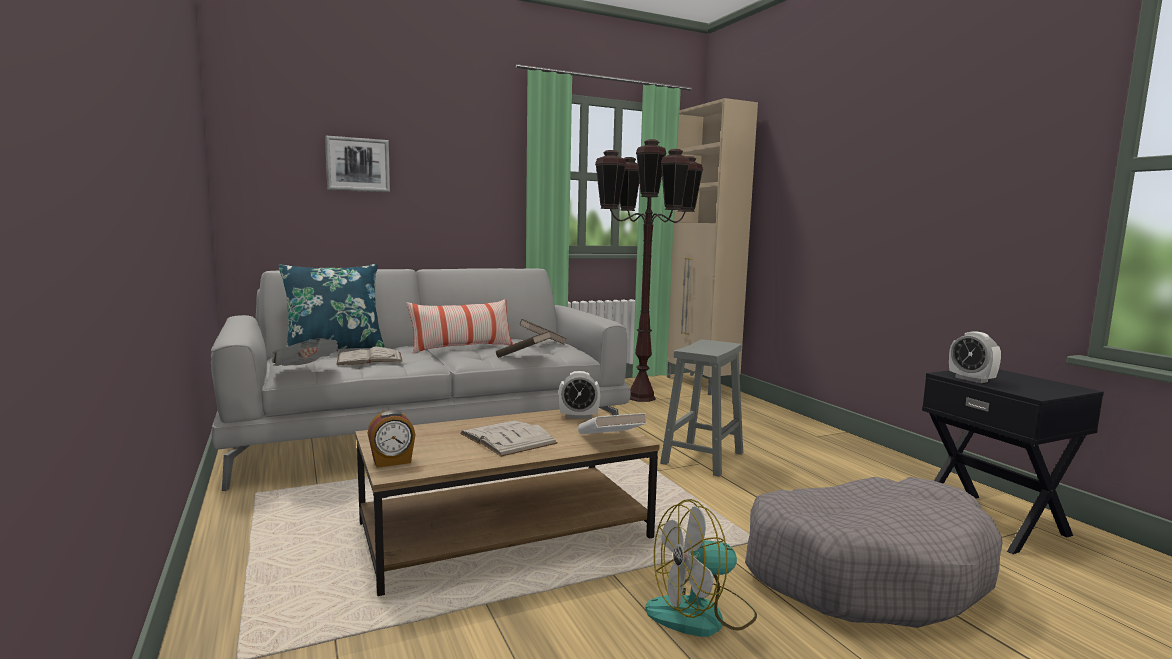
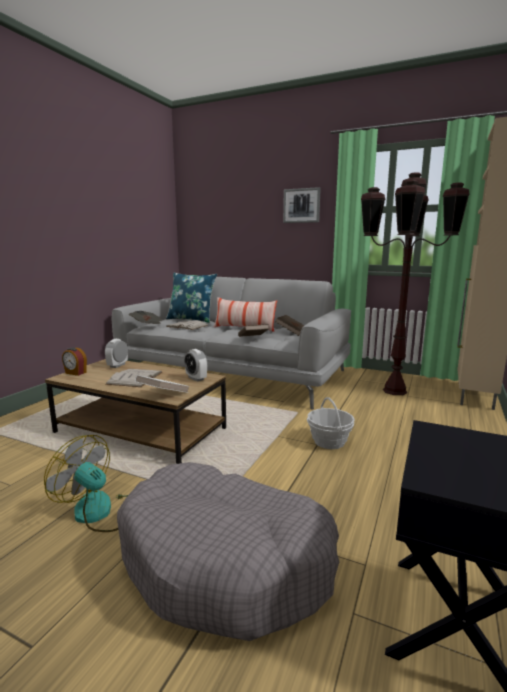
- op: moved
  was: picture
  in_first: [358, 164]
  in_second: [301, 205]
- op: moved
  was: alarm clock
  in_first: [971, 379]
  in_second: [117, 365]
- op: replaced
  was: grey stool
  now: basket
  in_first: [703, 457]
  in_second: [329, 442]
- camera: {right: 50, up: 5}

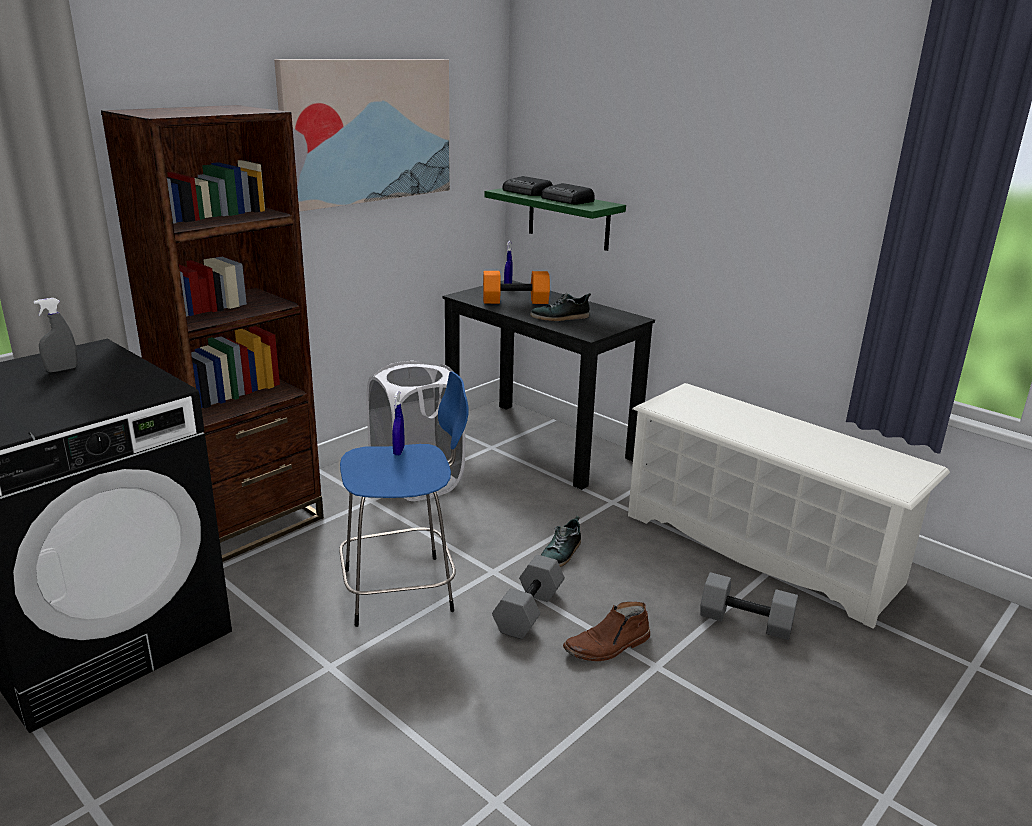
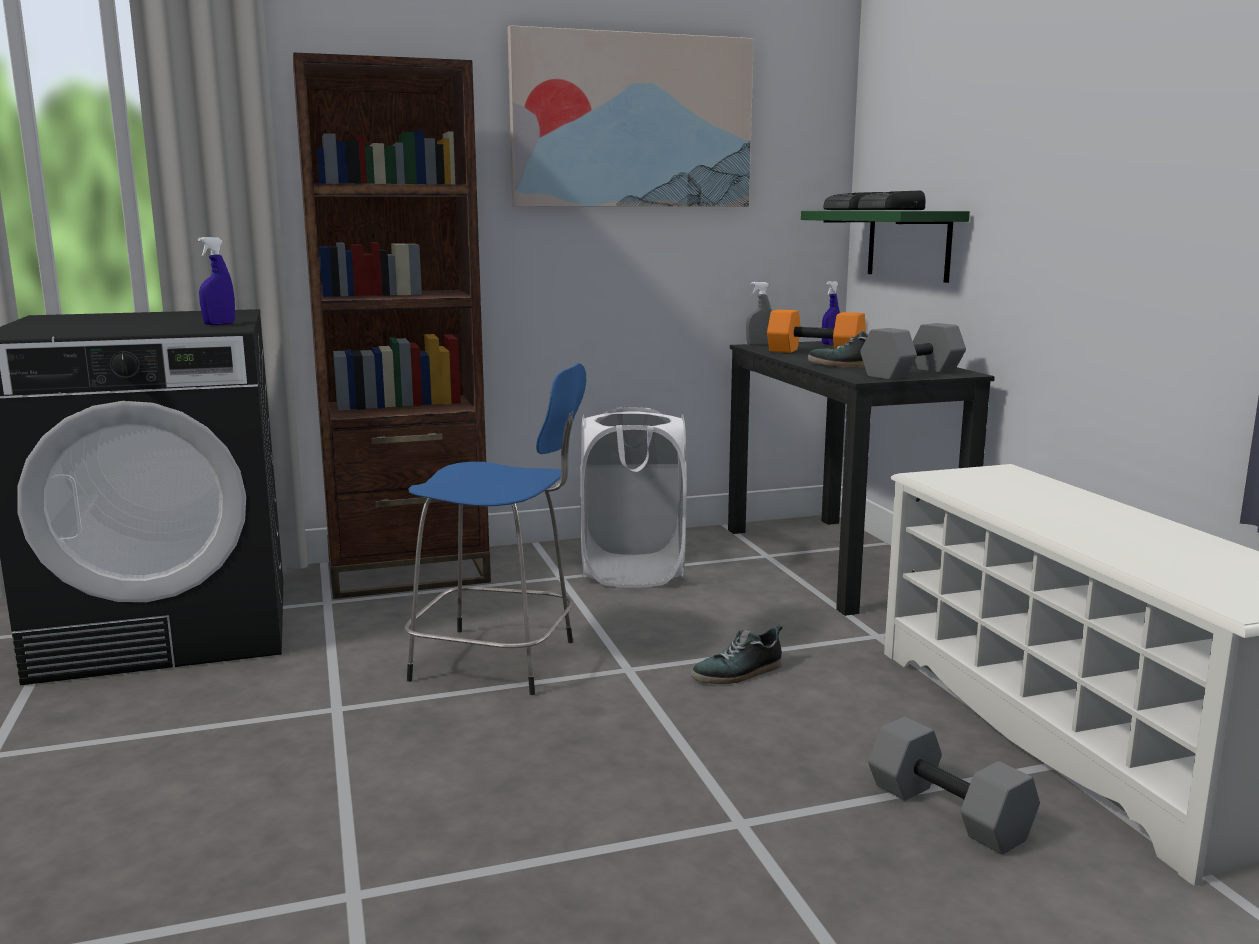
- op: removed
  was: brown boot
  in_first: [607, 646]
- op: moved
  was: grey spray bottle
  in_first: [62, 370]
  in_second: [758, 344]
- op: moved
  was: blue spray bottle
  in_first: [398, 451]
  in_second: [219, 324]
- op: moved
  was: grey dumbbell
  in_first: [529, 612]
  in_second: [912, 374]
- camera: {right: 30, up: -10}

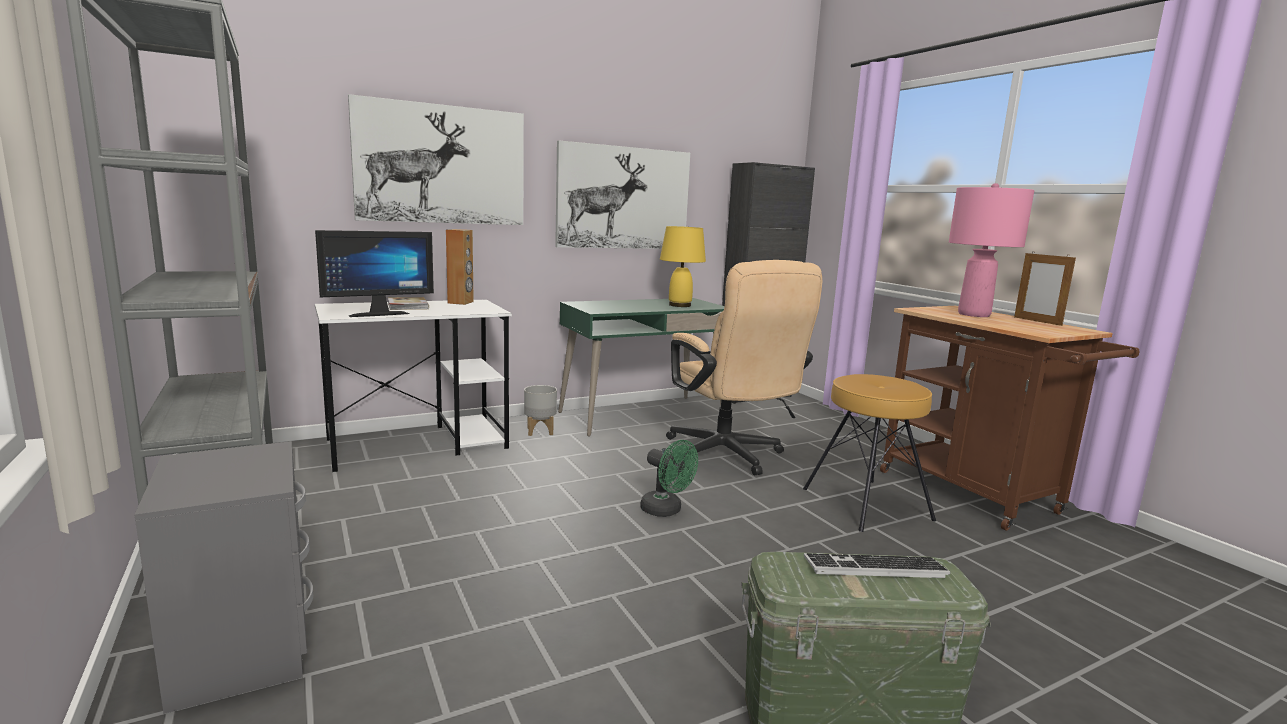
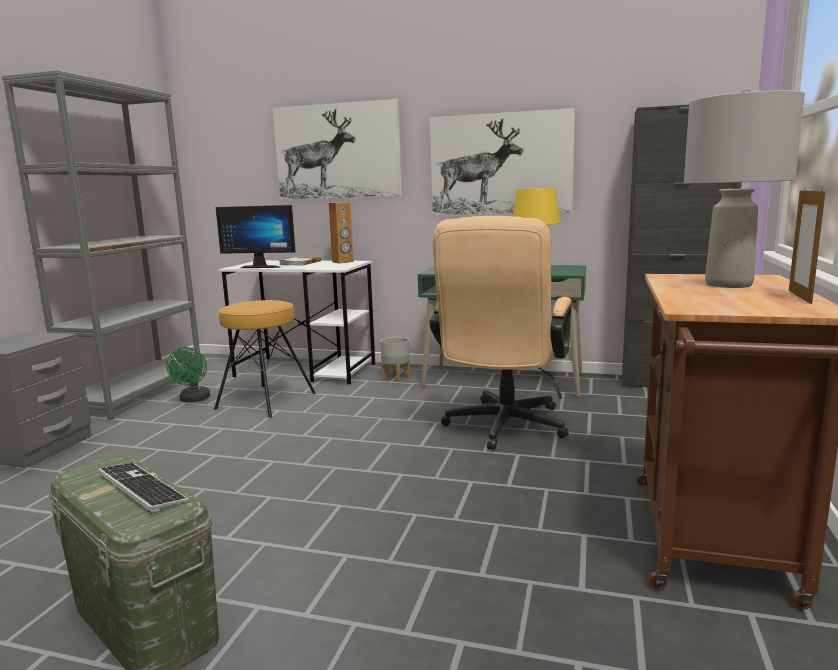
- op: moved
  was: green fan
  in_first: [666, 511]
  in_second: [194, 400]
- op: moved
  was: brown stool
  in_first: [865, 504]
  in_second: [265, 400]
- op: recoloured
  was: pink table lamp
  now: grey table lamp
  in_first: [974, 314]
  in_second: [729, 284]
- camera: {right: 45, up: 0}

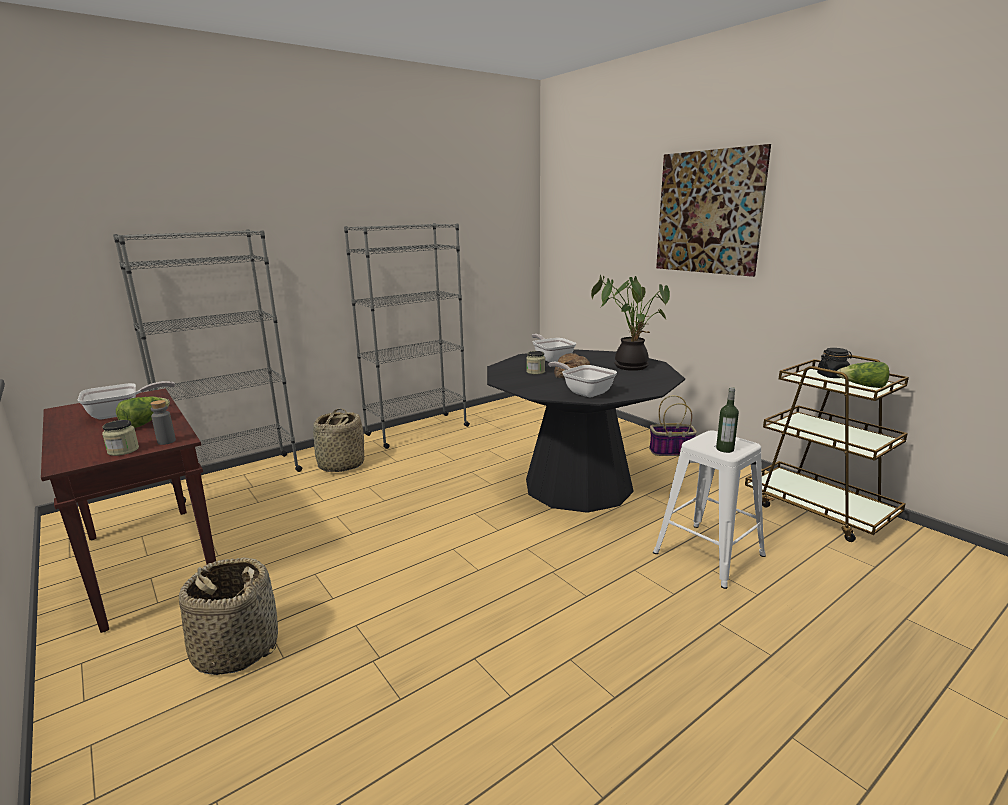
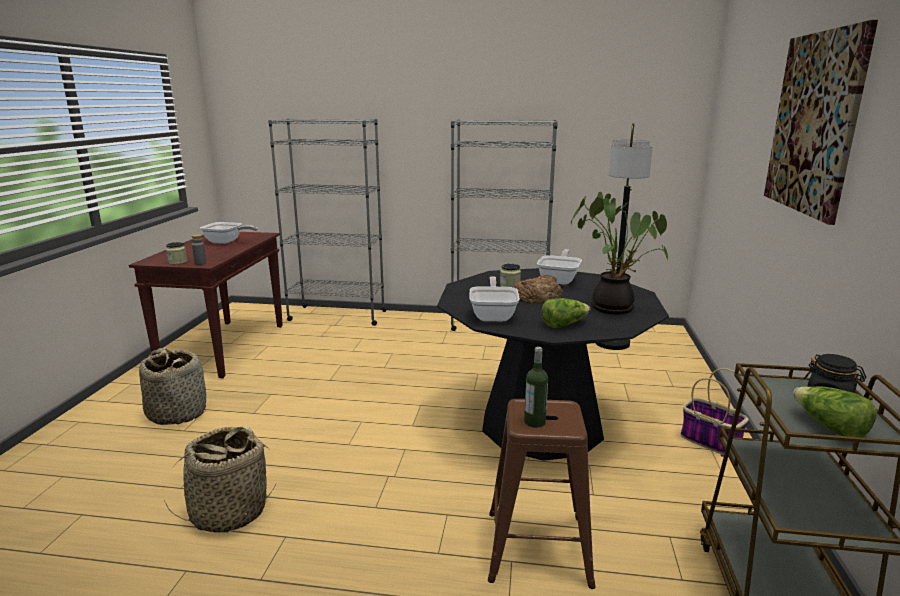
- op: added
  now: floor lamp
  in_second: [612, 343]
- op: moved
  was: lettuce
  in_first: [146, 422]
  in_second: [563, 324]
- op: moved
  was: basket
  in_first: [341, 465]
  in_second: [229, 512]
- op: recoloured
  was: white stool
  now: brown stool
  in_first: [709, 555]
  in_second: [536, 548]
- camera: {right: 45, up: 0}

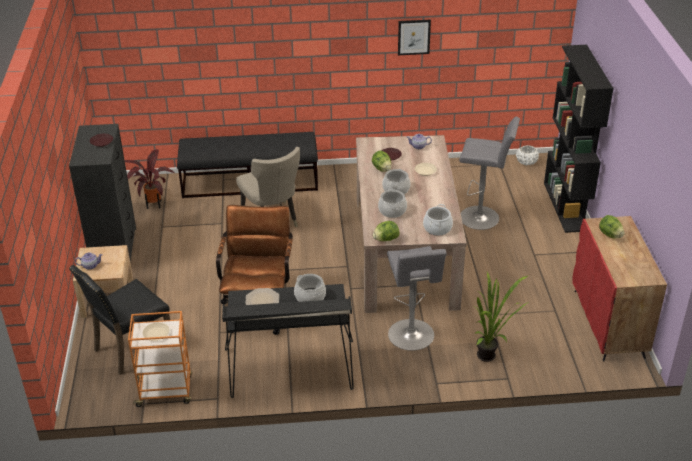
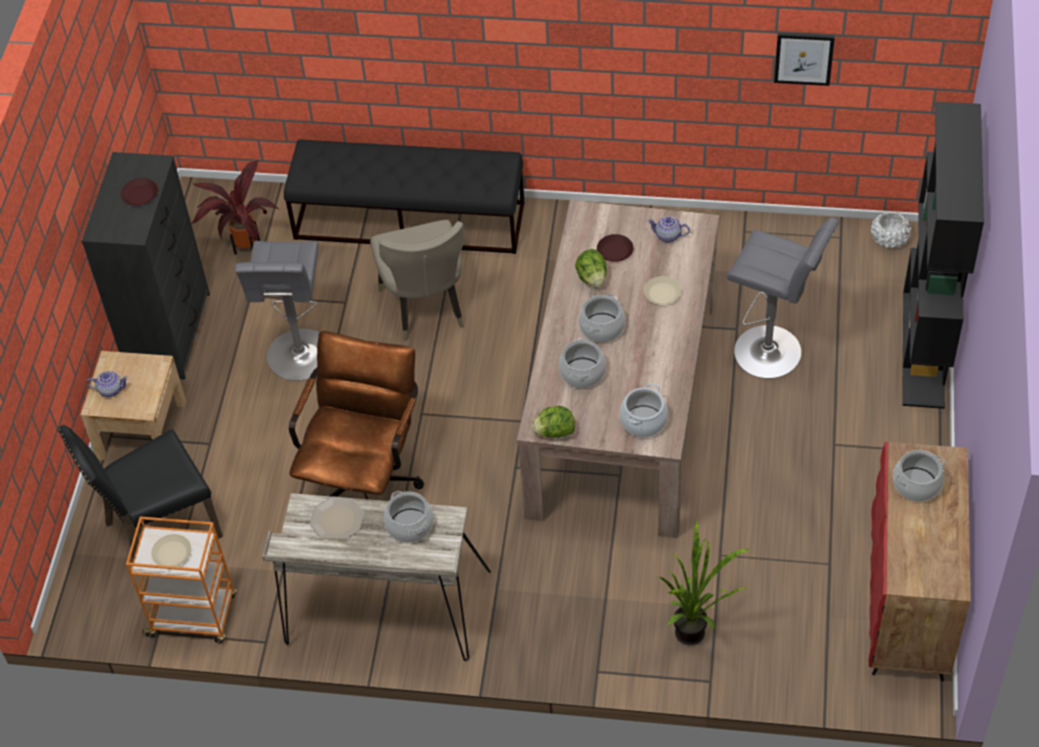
- op: moved
  was: grey stool
  in_first: [412, 337]
  in_second: [299, 358]
- op: moved
  was: picture
  in_first: [414, 37]
  in_second: [803, 58]
- op: replaced
  was: lettuce
  now: cooking pot
  in_first: [610, 235]
  in_second: [916, 484]
- op: recoloured
  was: black desk
  now: beige desk
  in_first: [290, 371]
  in_second: [383, 611]
- camera: {right: 15, up: 15}

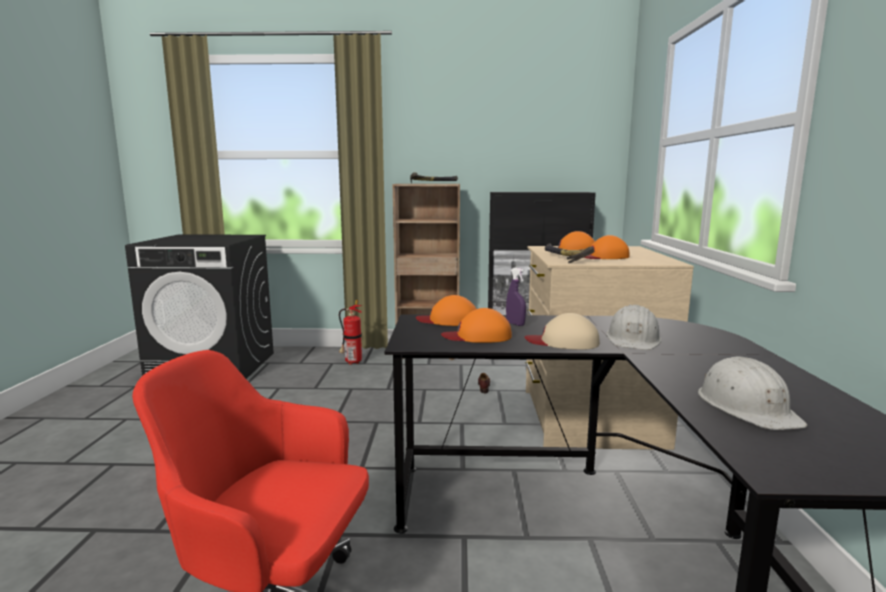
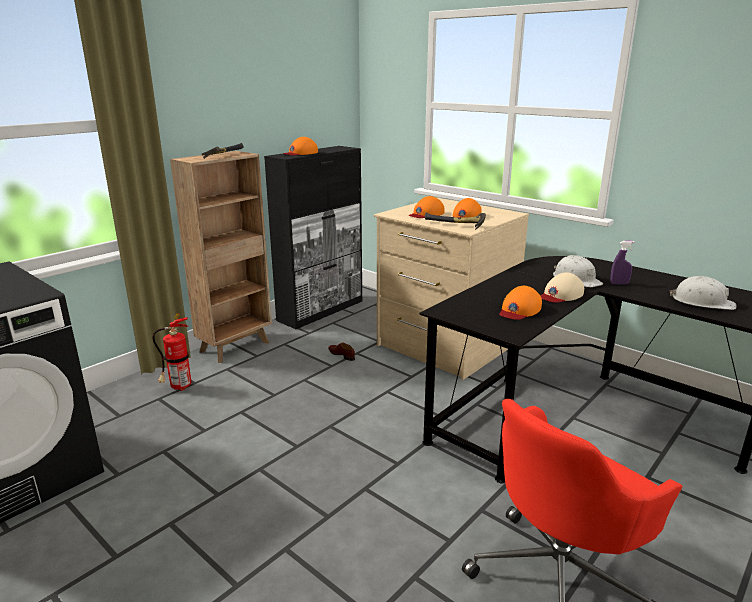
- op: moved
  was: orange cap
  in_first: [448, 320]
  in_second: [301, 153]
- op: moved
  was: purple spray bottle
  in_first: [515, 324]
  in_second: [619, 283]
- camera: {right: -50, up: 10}

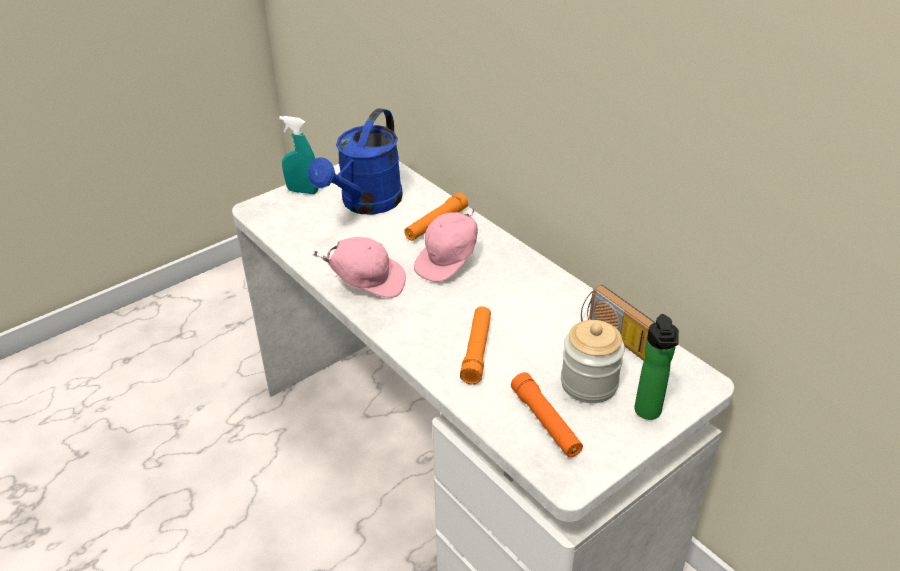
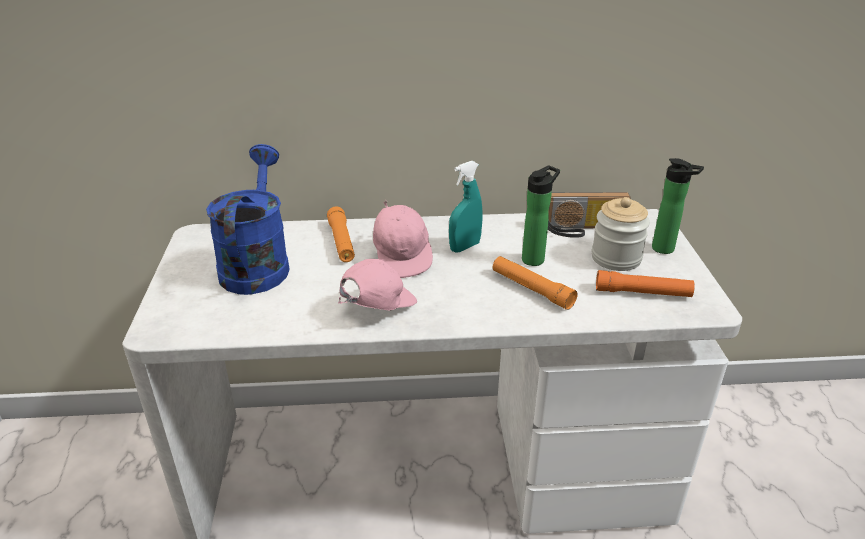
- op: added
  now: bottle
  in_second: [535, 258]
- op: moved
  was: turquoise spray bottle
  in_first: [303, 191]
  in_second: [464, 247]
- op: turned
  was: blue watering can
  in_first: [366, 204]
  in_second: [257, 264]
  clockwise: -150
- camera: {right: -55, up: -5}

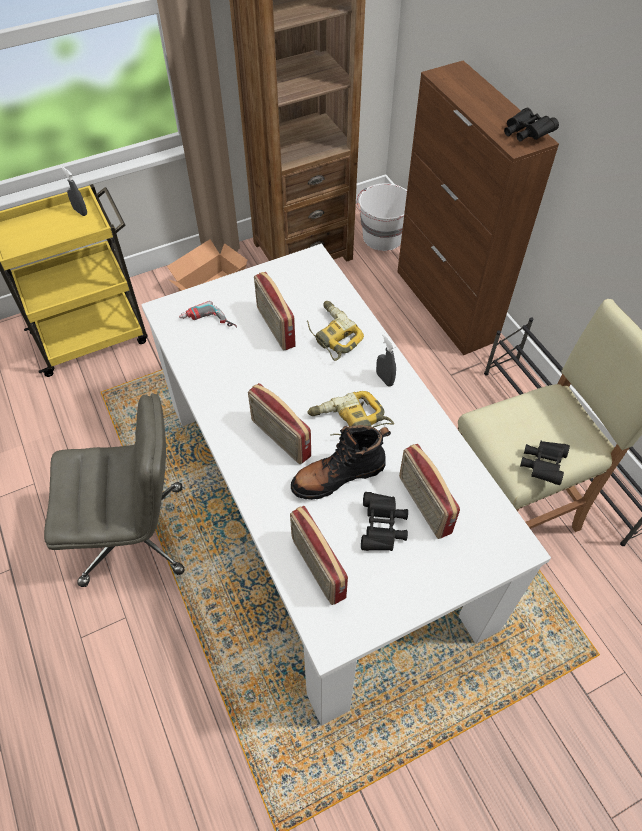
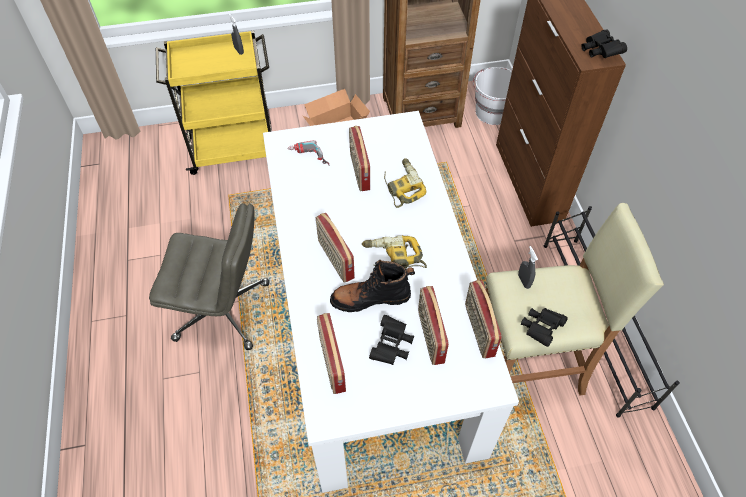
- op: added
  now: radio
  in_second: [478, 330]
- op: moved
  was: grey spray bottle
  in_first: [384, 379]
  in_second: [524, 281]
- camera: {right: 15, up: 0}

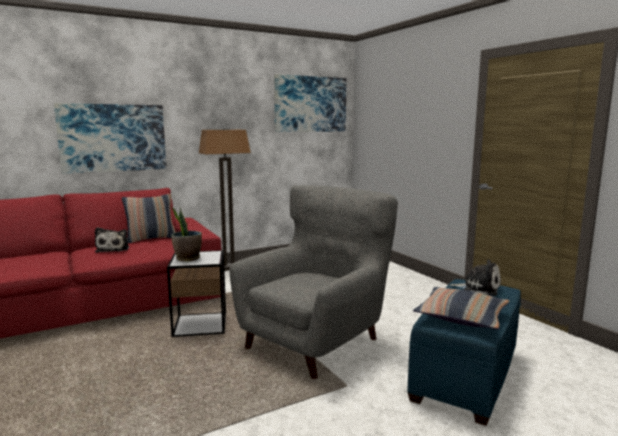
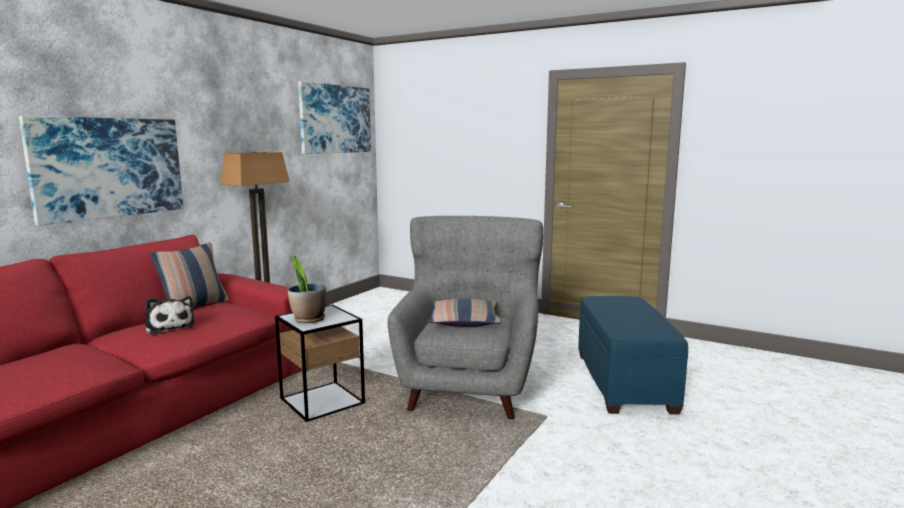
- op: removed
  was: plush toy
  in_first: [478, 288]
- op: moved
  was: pillow
  in_first: [461, 317]
  in_second: [463, 322]
- camera: {right: -30, up: 0}

